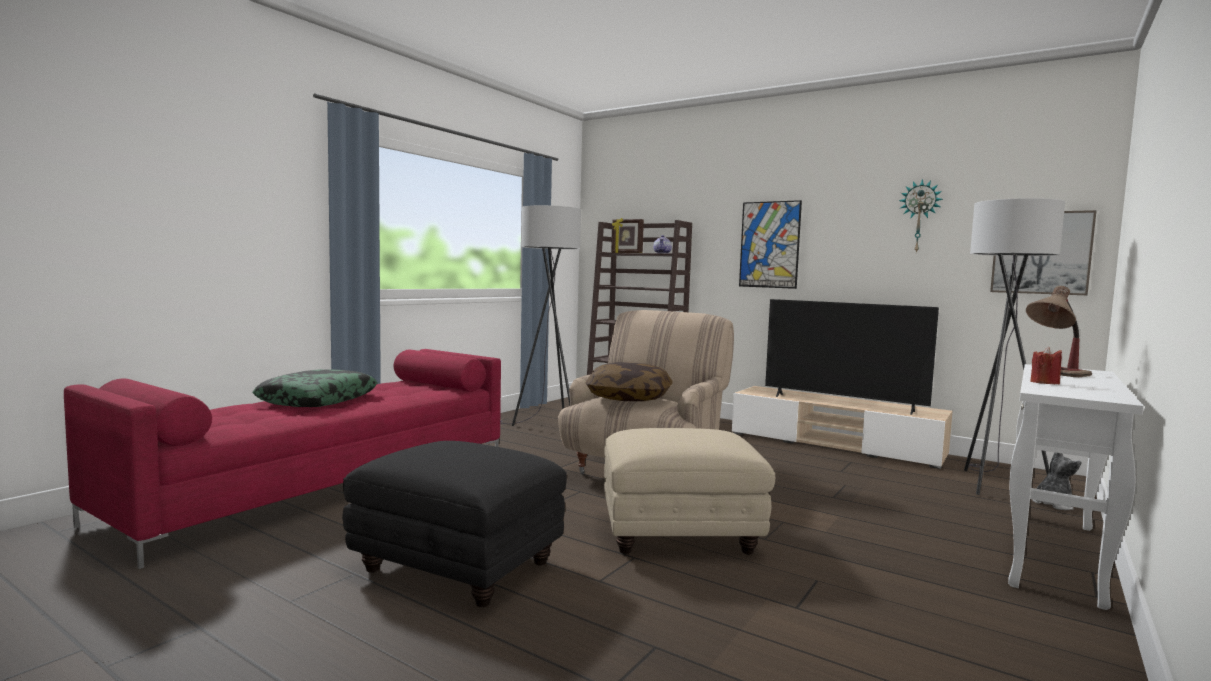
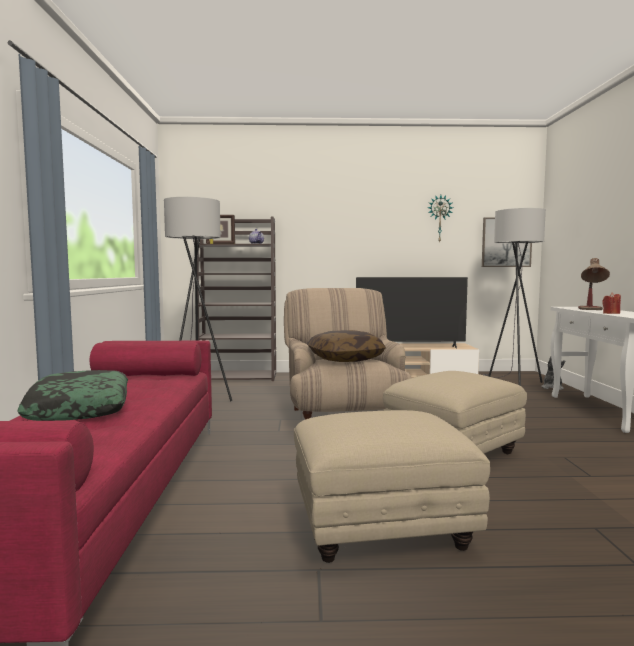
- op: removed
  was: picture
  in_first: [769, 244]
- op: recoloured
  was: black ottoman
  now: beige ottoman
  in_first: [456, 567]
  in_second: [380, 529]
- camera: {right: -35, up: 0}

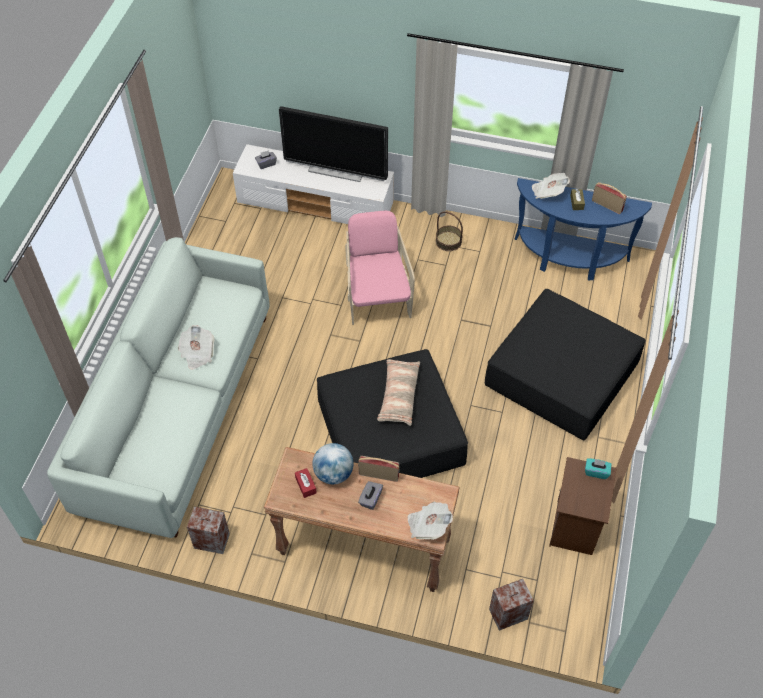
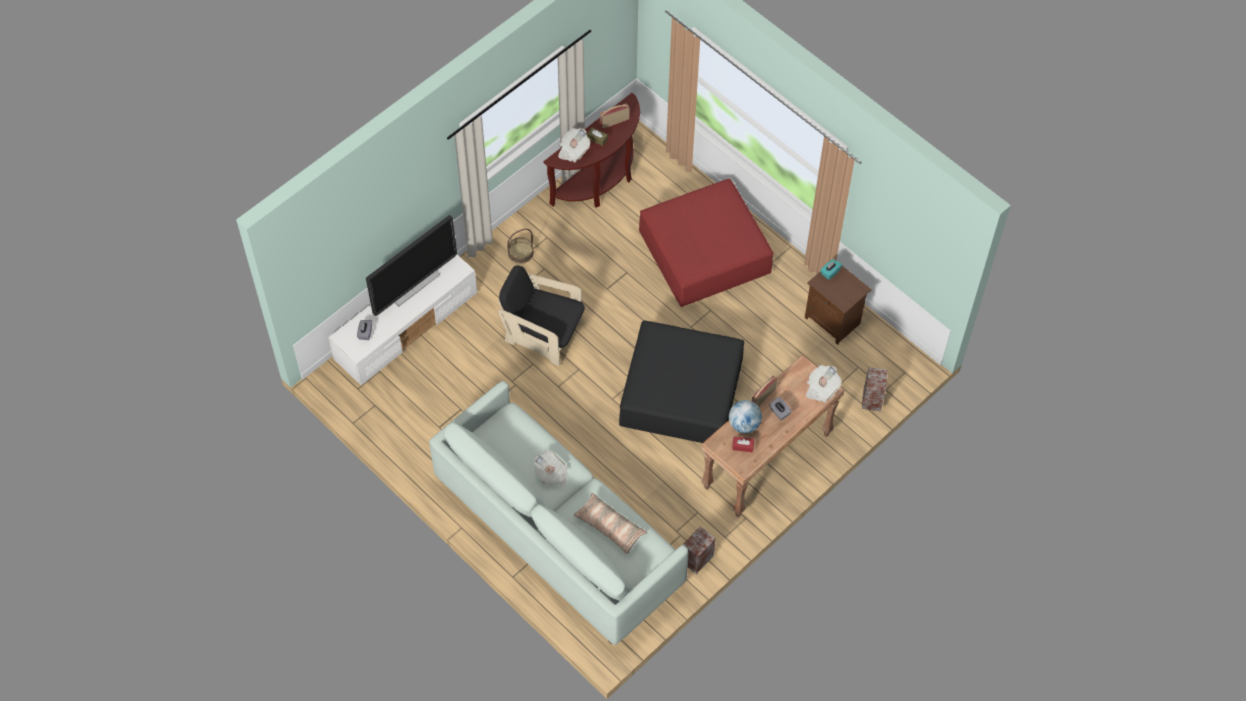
- op: moved
  was: pillow
  in_first: [398, 396]
  in_second: [609, 527]
- op: recoloured
  was: pink armchair
  now: black armchair
  in_first: [377, 297]
  in_second: [543, 334]
- op: recoloured
  was: black ottoman
  now: red ottoman
  in_first: [561, 376]
  in_second: [704, 253]
- op: recoloured
  was: blue console table
  now: brown console table
  in_first: [569, 259]
  in_second: [600, 182]
- camera: {right: -60, up: 5}

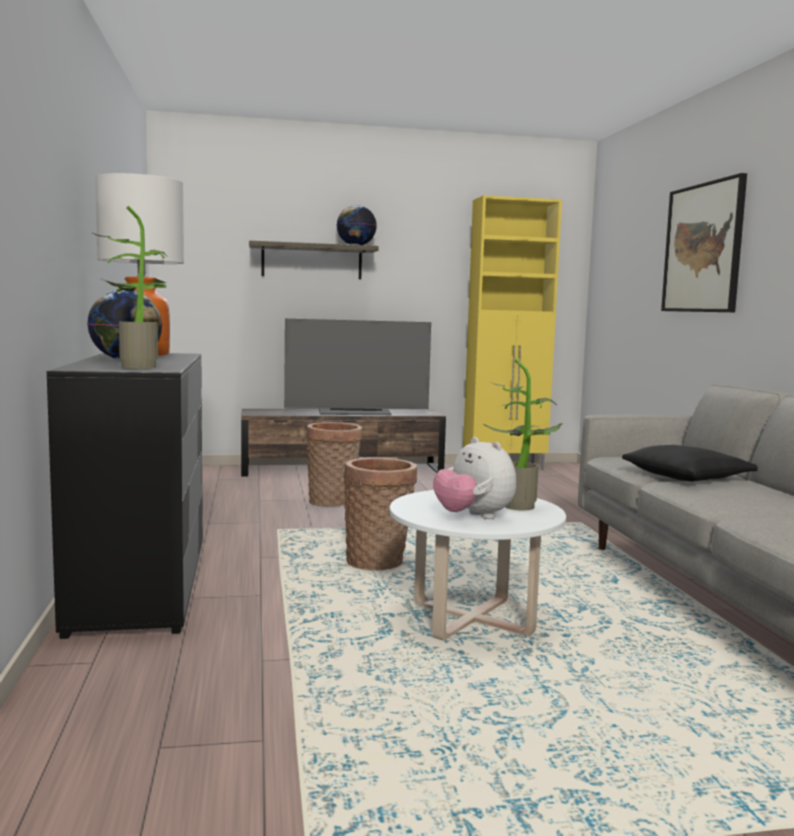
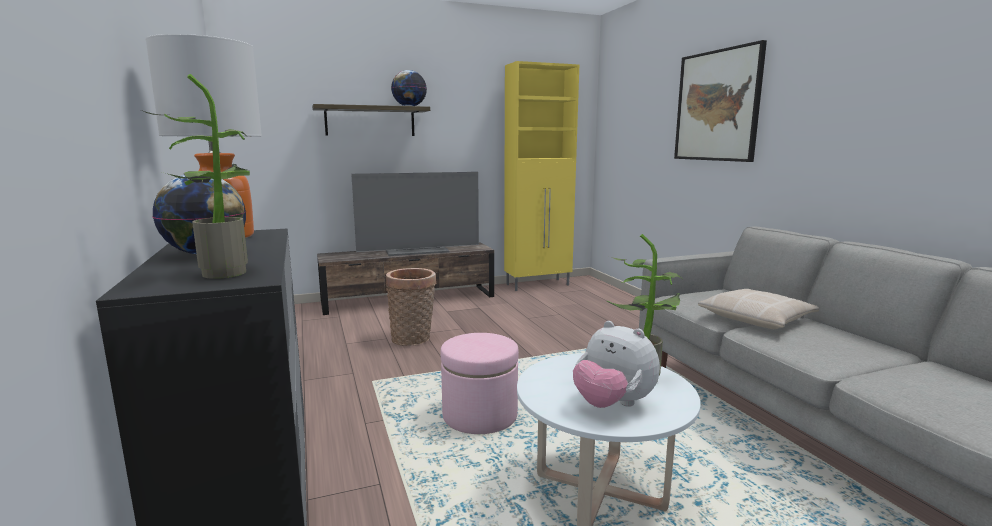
- op: replaced
  was: basket
  now: pink ottoman
  in_first: [378, 562]
  in_second: [480, 415]
- op: recoloured
  was: black pillow
  now: beige pillow
  in_first: [689, 476]
  in_second: [757, 318]
- camera: {right: -10, up: 5}

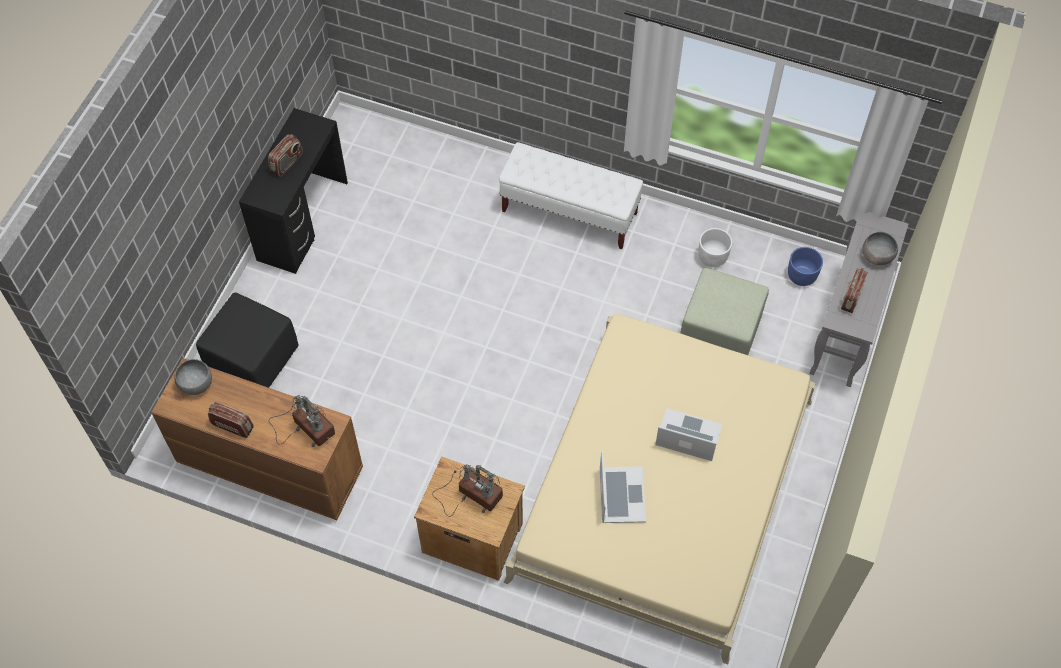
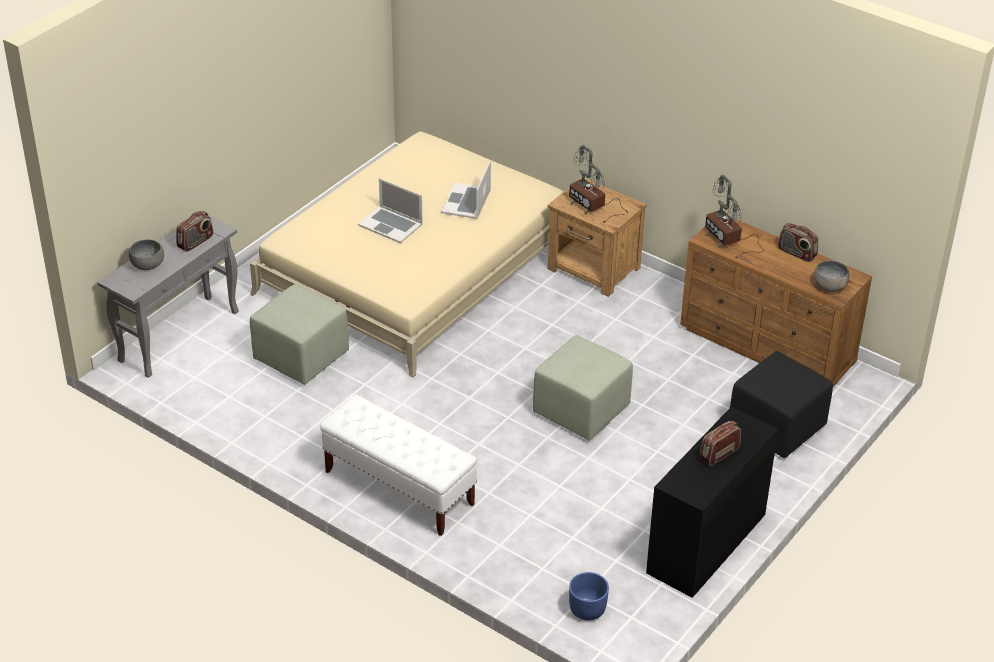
- op: removed
  was: white planter
  in_first: [712, 257]
- op: added
  now: green ottoman
  in_second: [581, 411]
- op: moved
  was: blue planter
  in_first: [802, 275]
  in_second: [587, 609]
- camera: {right: -165, up: -20}

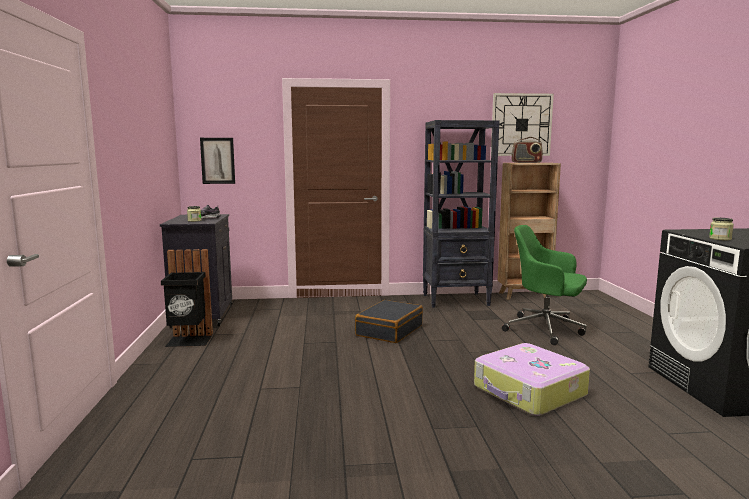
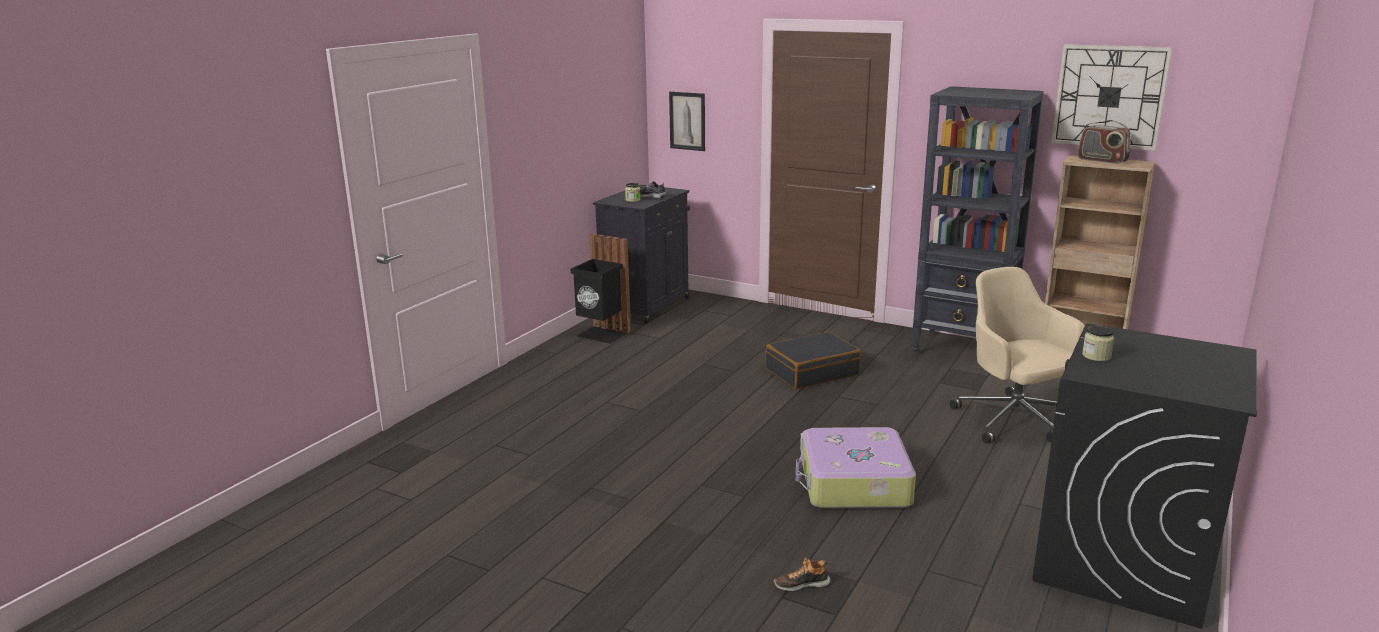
- op: added
  now: shoe
  in_second: [801, 584]
- op: recoloured
  was: green office chair
  now: beige office chair
  in_first: [546, 329]
  in_second: [1015, 421]
- camera: {right: 35, up: 10}

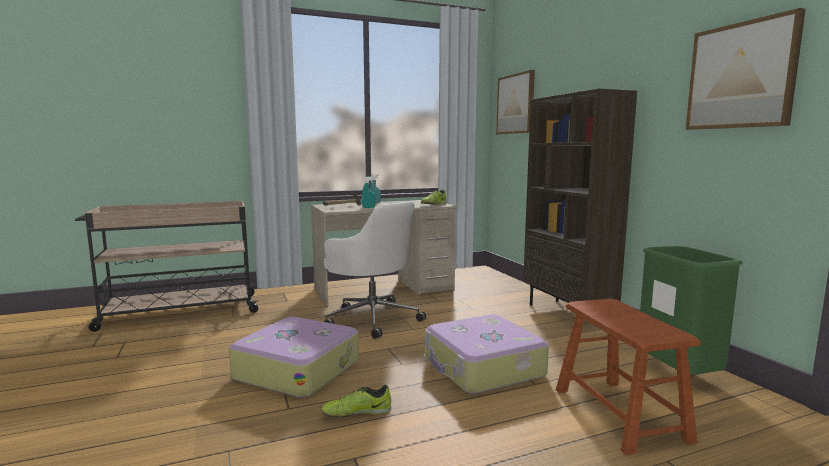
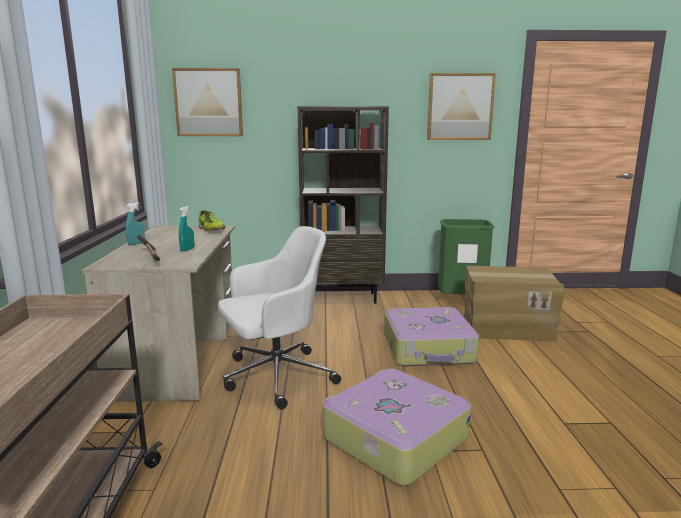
- op: removed
  was: shoe
  in_first: [357, 413]
- op: replaced
  was: brown stool
  now: cardboard box
  in_first: [619, 414]
  in_second: [507, 327]
- camera: {right: -70, up: 5}

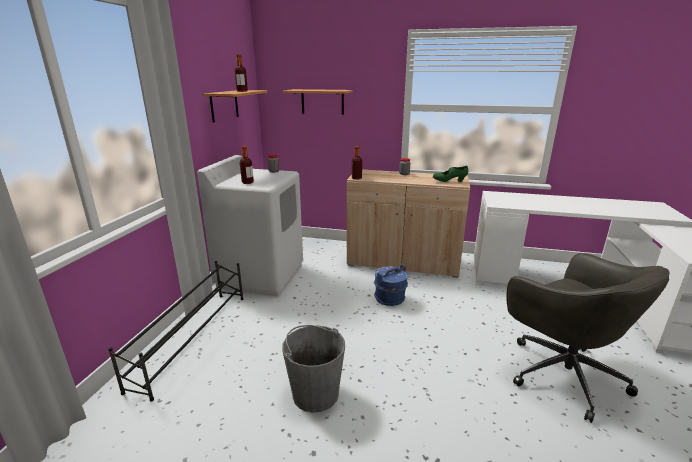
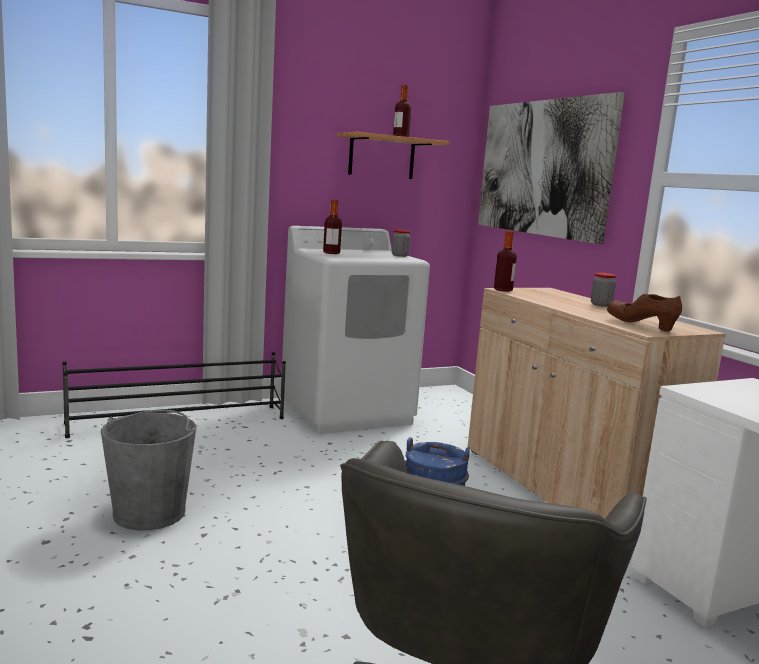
- op: replaced
  was: shelf
  now: picture
  in_first: [322, 102]
  in_second: [543, 168]
- op: recoloured
  was: green shoe
  now: brown shoe
  in_first: [449, 181]
  in_second: [641, 325]
- camera: {right: 50, up: -10}

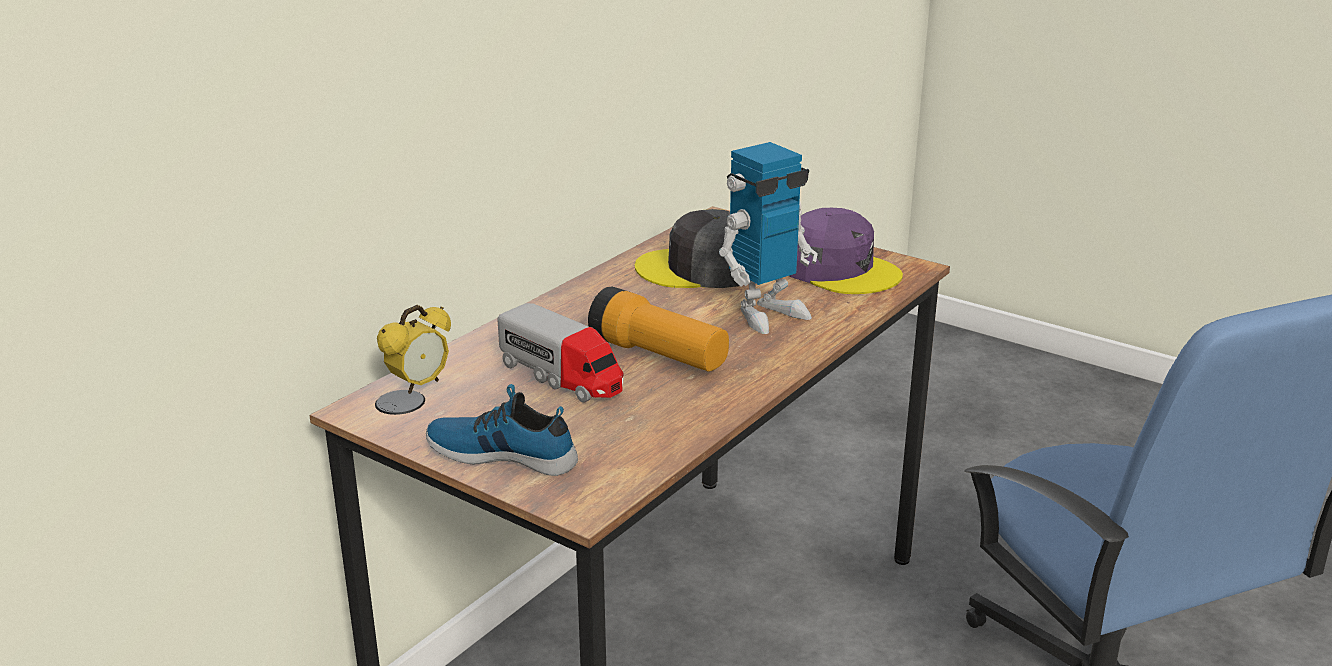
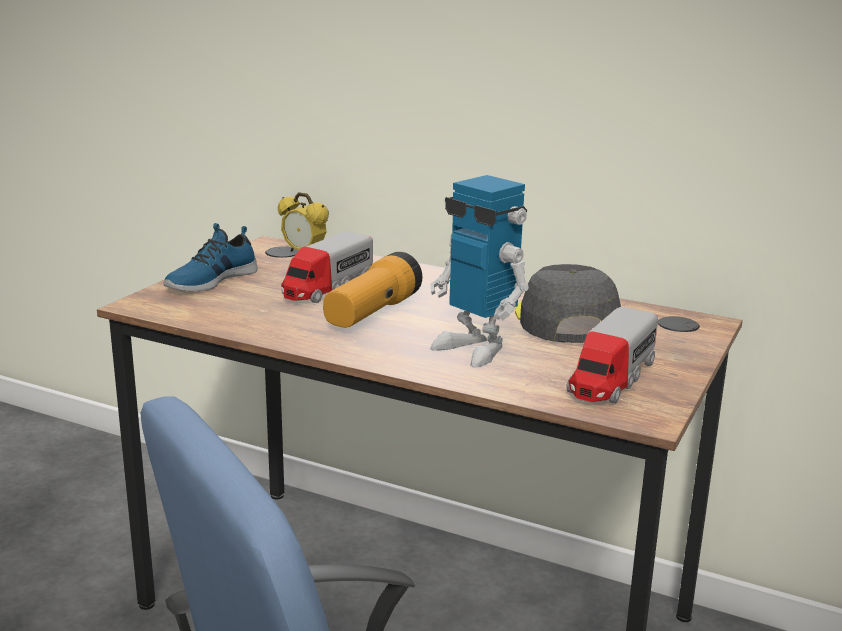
- op: replaced
  was: purple cap
  now: toy truck
  in_first: [838, 269]
  in_second: [611, 379]
- op: turned
  was: shoe
  in_first: [503, 453]
  in_second: [210, 280]
  clockwise: -150
- camera: {right: 80, up: -5}

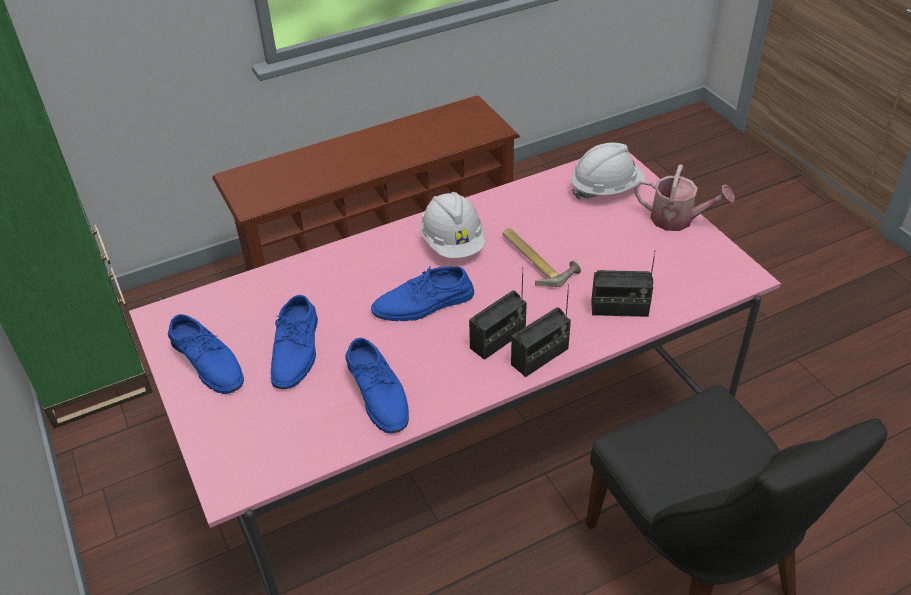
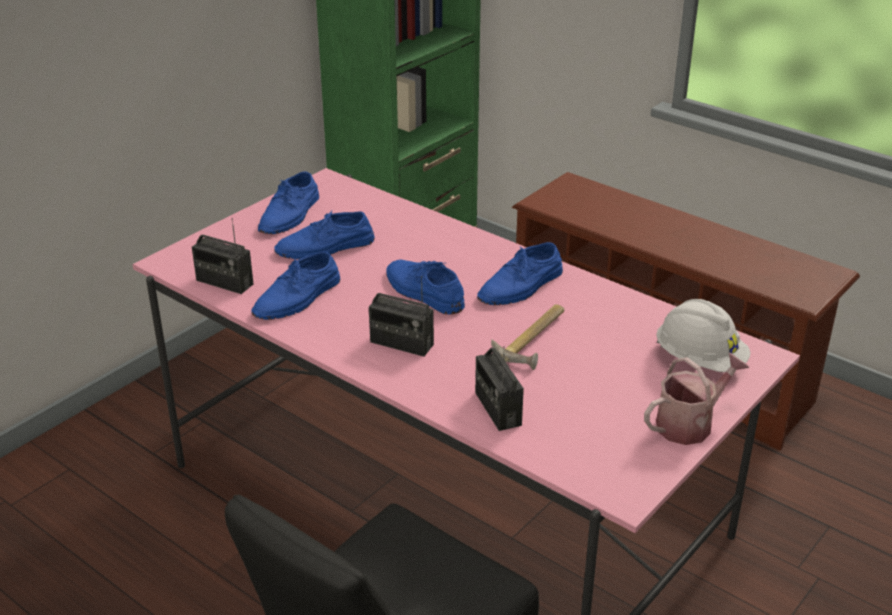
- op: moved
  was: radio
  in_first: [540, 357]
  in_second: [224, 282]
- op: replaced
  was: white hard hat
  now: blue shoe
  in_first: [453, 243]
  in_second: [521, 286]
- op: turned
  was: watering can
  in_first: [678, 219]
  in_second: [690, 424]
  clockwise: -120
- camera: {right: 65, up: -10}

